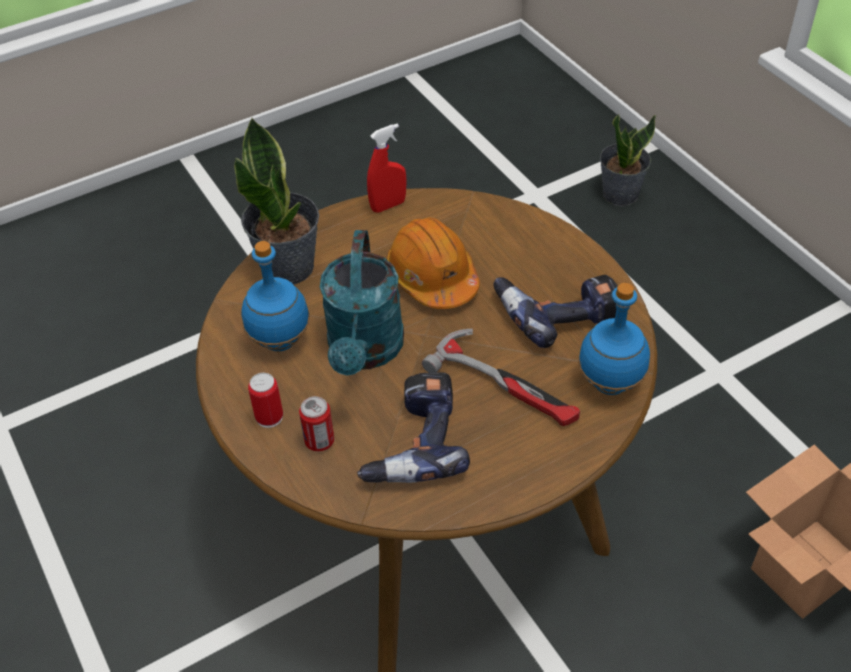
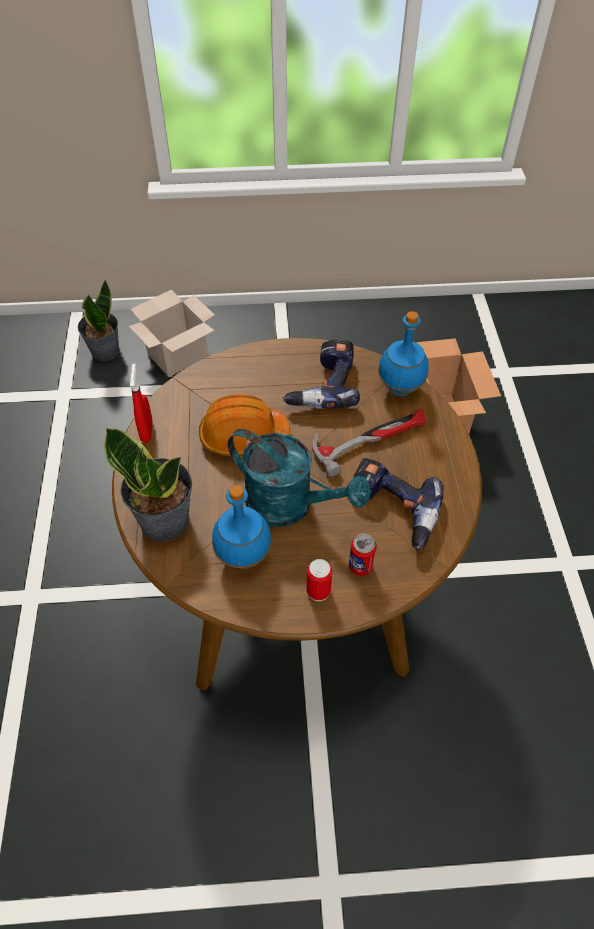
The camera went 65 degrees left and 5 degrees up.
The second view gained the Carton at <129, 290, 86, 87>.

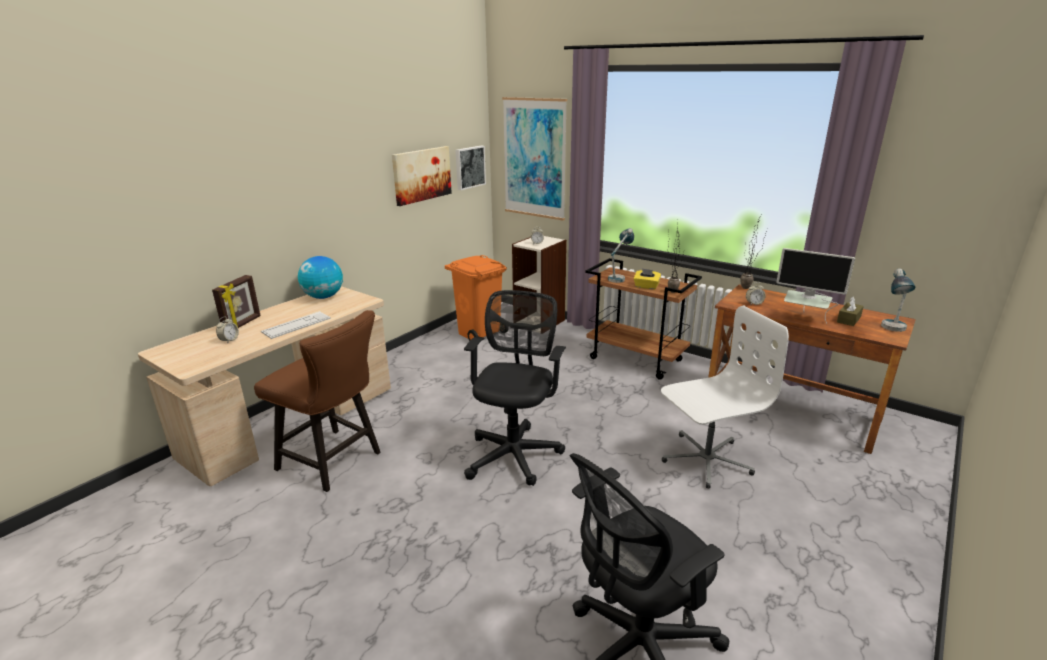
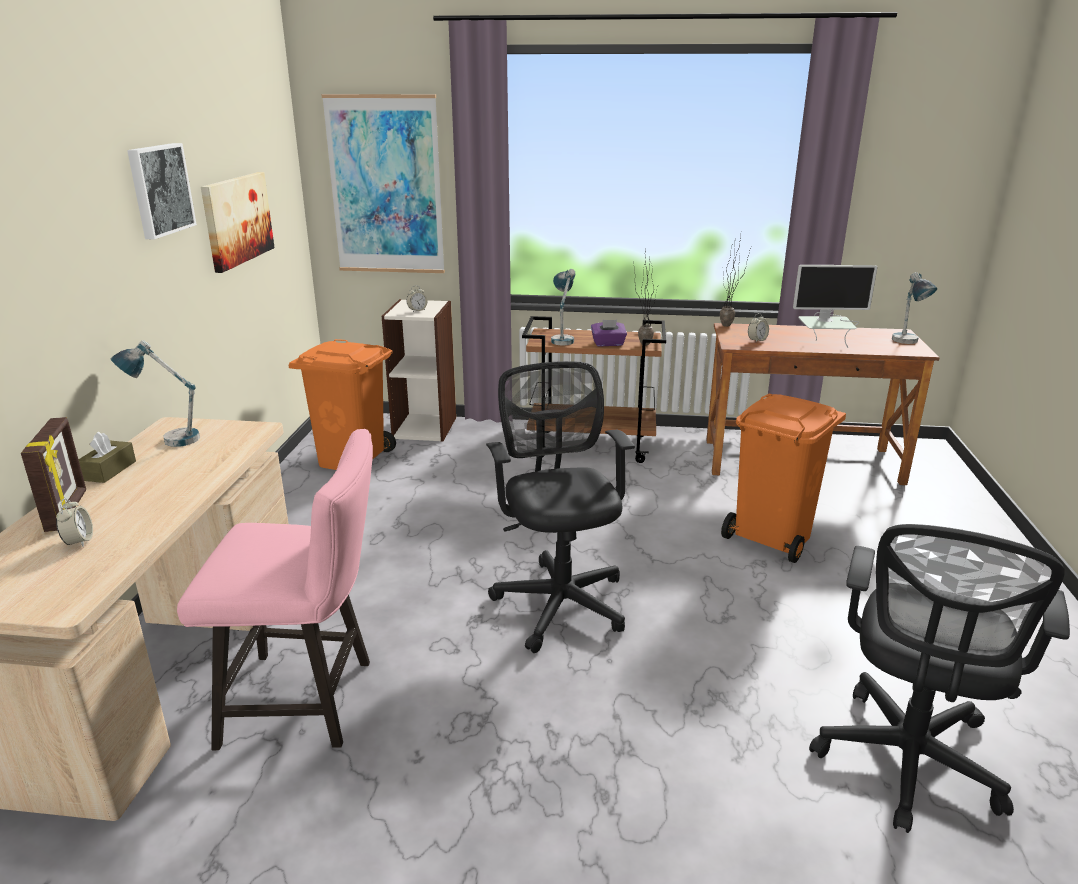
The camera went 30 degrees left and 0 degrees up.
The second view lost the PcKeyboard at <261, 311, 70, 28>.
The WallPicture ended up elsewhere, having gone from <455, 145, 31, 45> to <127, 143, 70, 96>.
The BrownBoxOfTissues ended up elsewhere, having gone from <837, 296, 27, 30> to <78, 432, 58, 51>.
Where the WorldGlobe stood at <298, 256, 45, 43>, the TableLamp came to stand at <110, 340, 90, 107>.
Where the WhitishDeskChair stood at <661, 305, 128, 184>, the OrangeWasteBin came to stand at <721, 393, 125, 170>.
What was the BrownChair at <254, 310, 127, 182> turned into the PinkishChair at <177, 429, 196, 321>.
What was the YellowishBoxOfTissues at <634, 268, 27, 22> turned into the PurpleBoxOfTissues at <591, 320, 36, 27>.

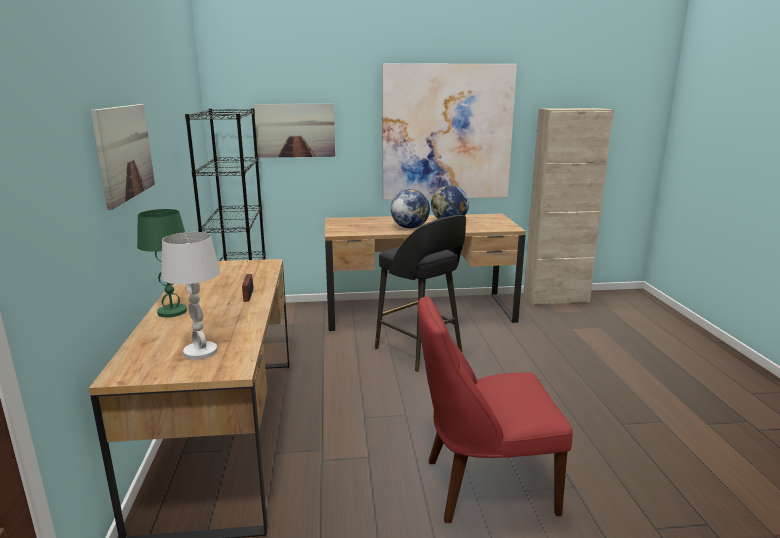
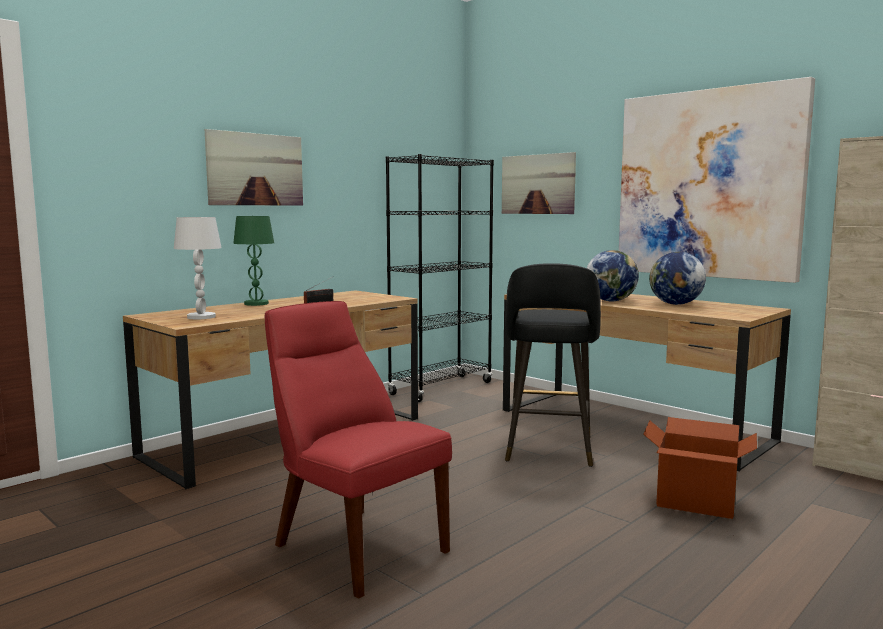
The camera went 50 degrees right and 10 degrees down.
The second view gained the Carton at <643, 417, 114, 102>.

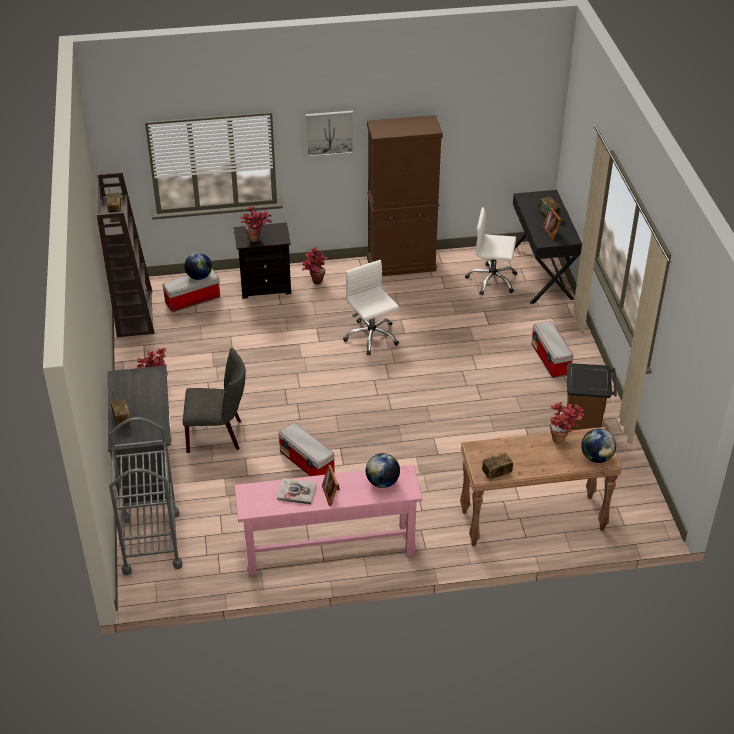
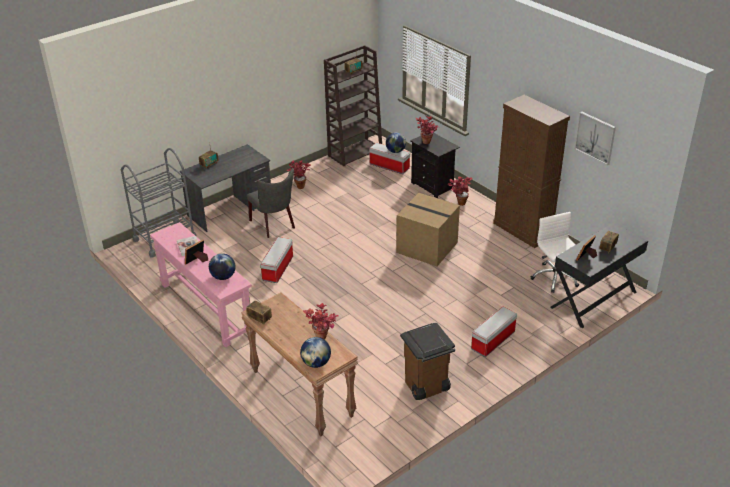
The camera went 60 degrees right and 5 degrees down.
The WallPicture ended up elsewhere, having gone from <305, 111, 49, 46> to <574, 111, 42, 54>.
Where the WhitishDeskChair stood at <343, 260, 56, 95>, the Carton came to stand at <396, 193, 64, 73>.

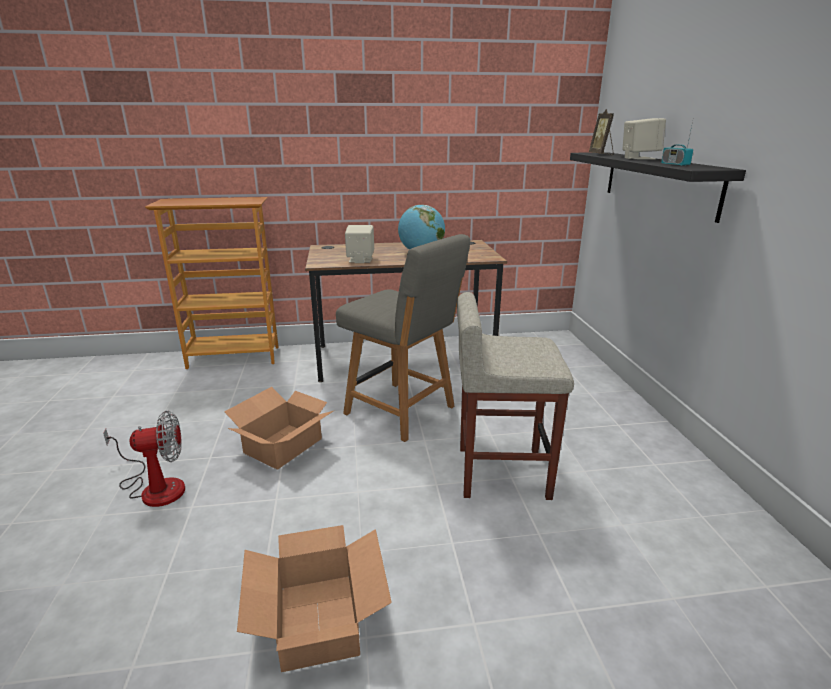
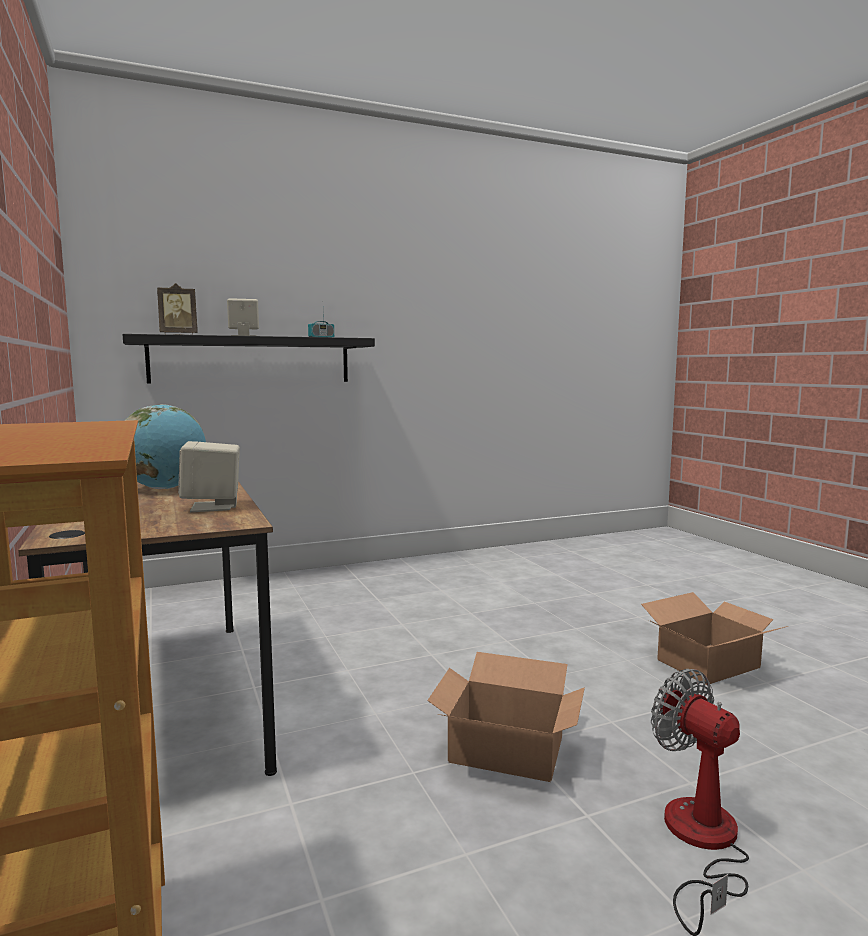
The camera went 105 degrees left and 15 degrees down.
The second view lost the GrayChair at <336, 234, 134, 208>.
The second view lost the BeigeSittingStool at <457, 292, 117, 208>.

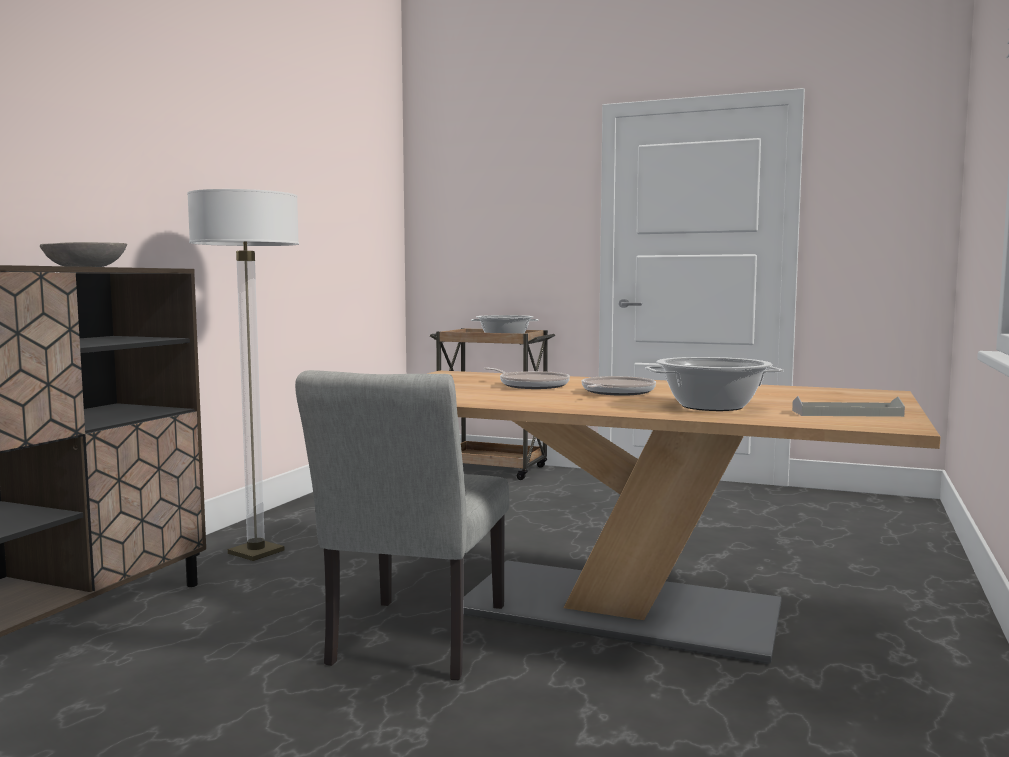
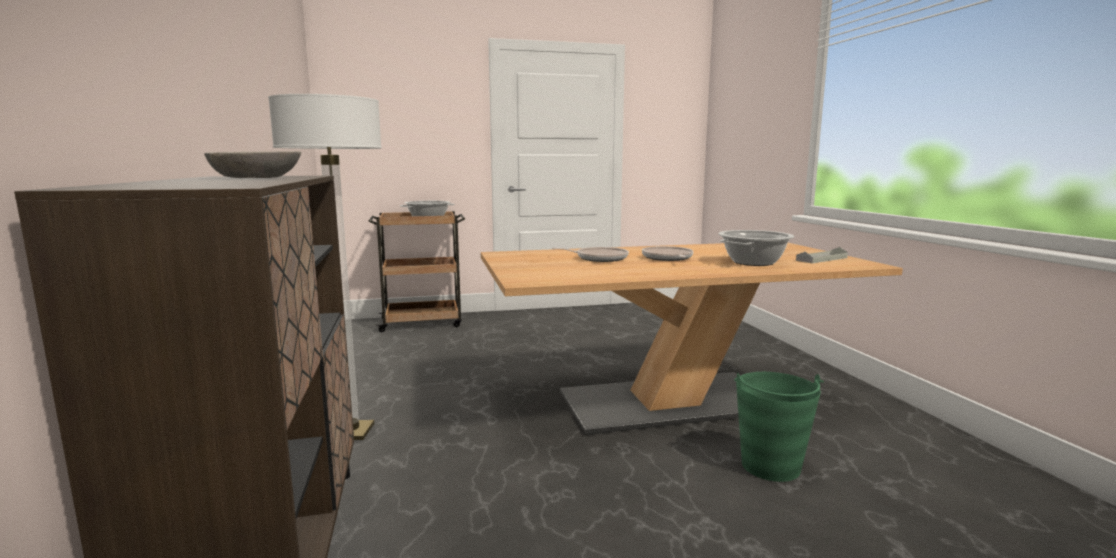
The camera went 35 degrees left and 5 degrees up.
The second view lost the GrayChair at <295, 370, 214, 310>.
The second view gained the GreenPail at <734, 372, 90, 110>.

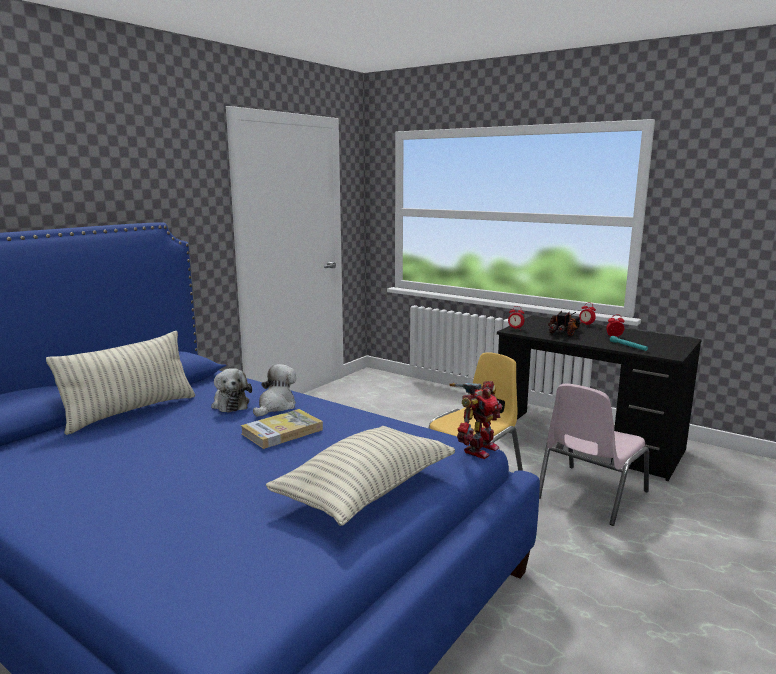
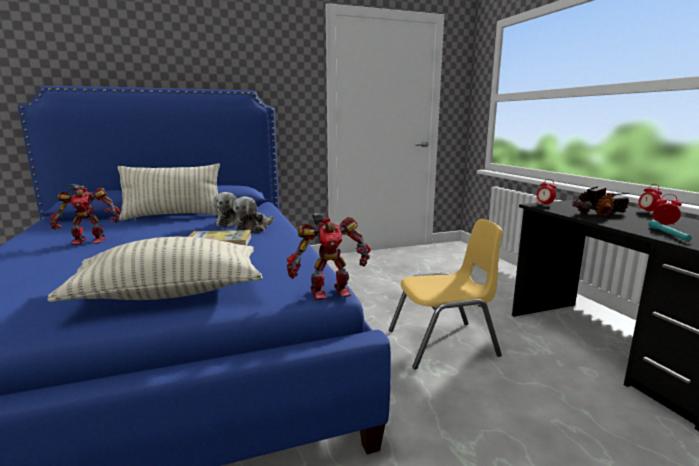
The camera went 35 degrees right and 0 degrees up.
The second view lost the PinkishChair at <539, 384, 110, 142>.
The second view gained the RobotFigure at <50, 184, 71, 61>.
The CuddlyToy at <253, 364, 43, 53> ended up facing another way, 150 degrees clockwise from before.

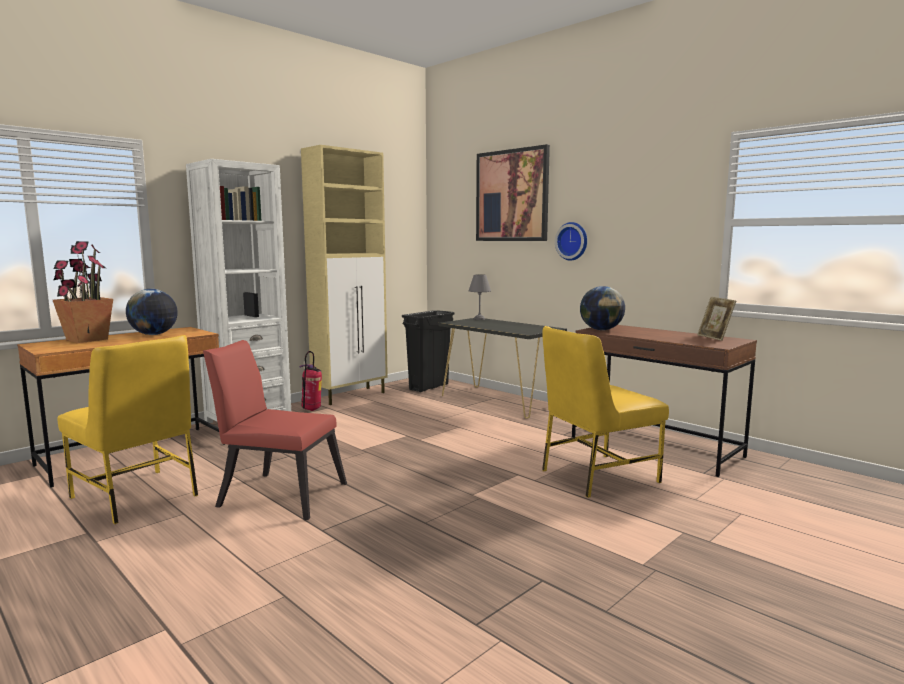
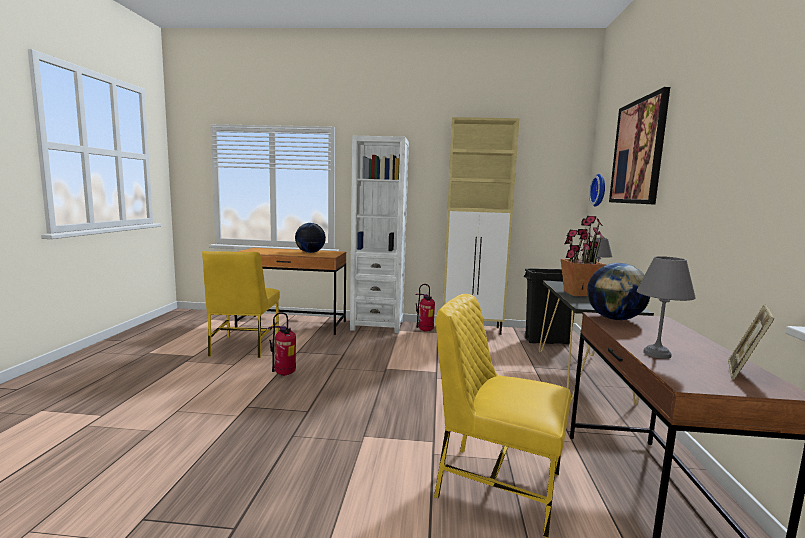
The camera went 50 degrees right and 0 degrees up.
The second view gained the GrayTableLamp at <637, 256, 59, 103>.
The Houseplant ended up elsewhere, having gone from <53, 241, 60, 102> to <561, 216, 45, 80>.
The WallClock ended up elsewhere, having gone from <555, 222, 32, 39> to <589, 174, 16, 33>.
Where the RedColouredChair stood at <203, 340, 144, 180>, the FireFightingCylinder came to stand at <268, 312, 28, 64>.

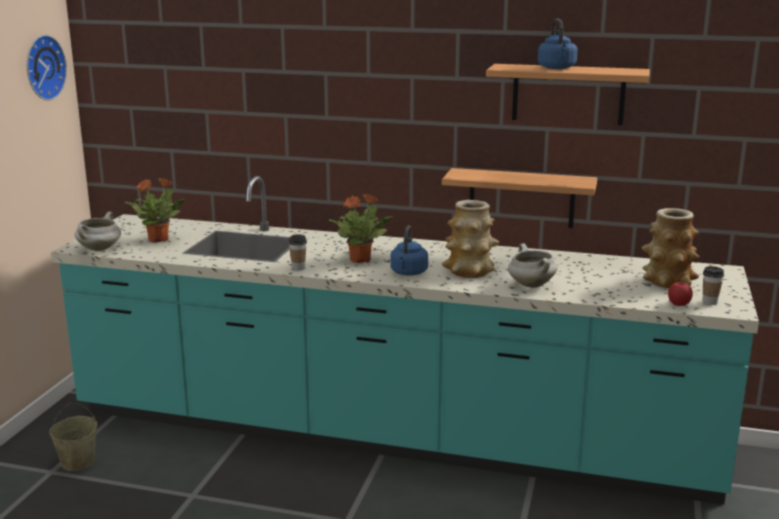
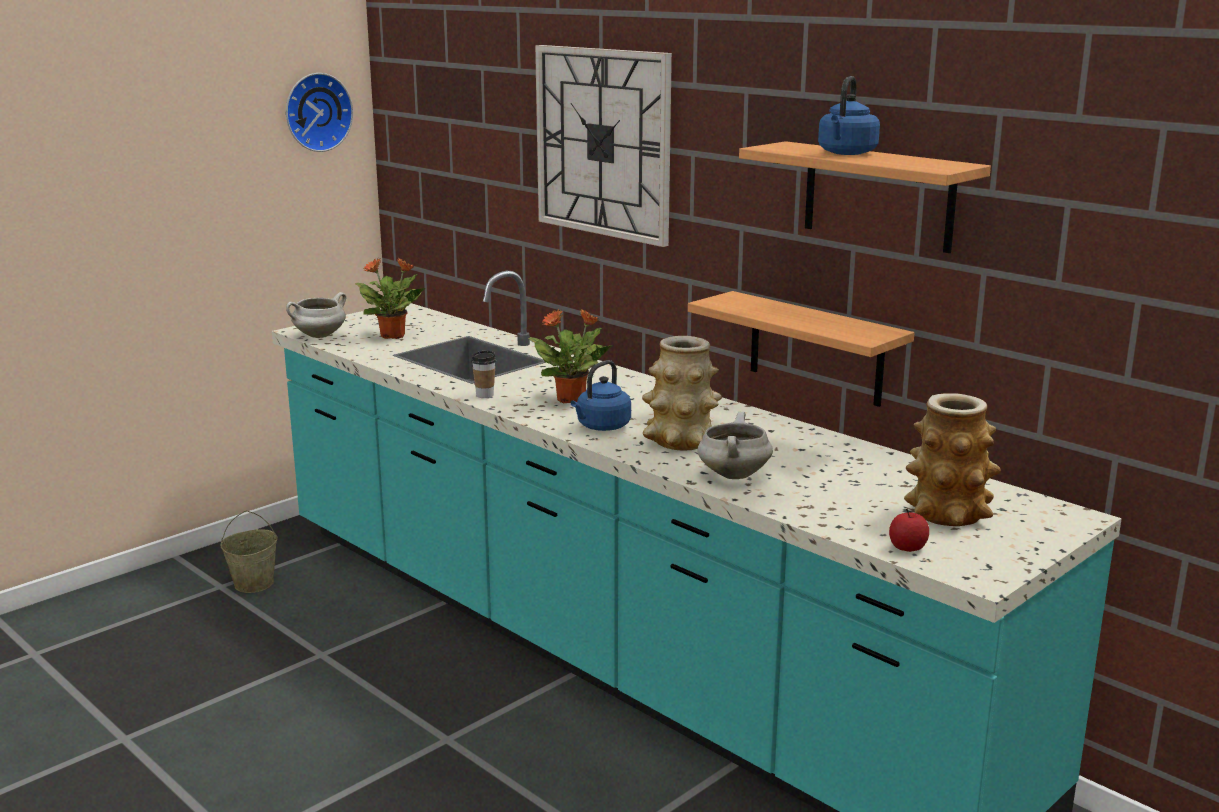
The camera went 30 degrees right and 0 degrees up.
The second view lost the DrinkingCup at <703, 266, 21, 39>.
The second view gained the WallClock at <535, 45, 137, 202>.

